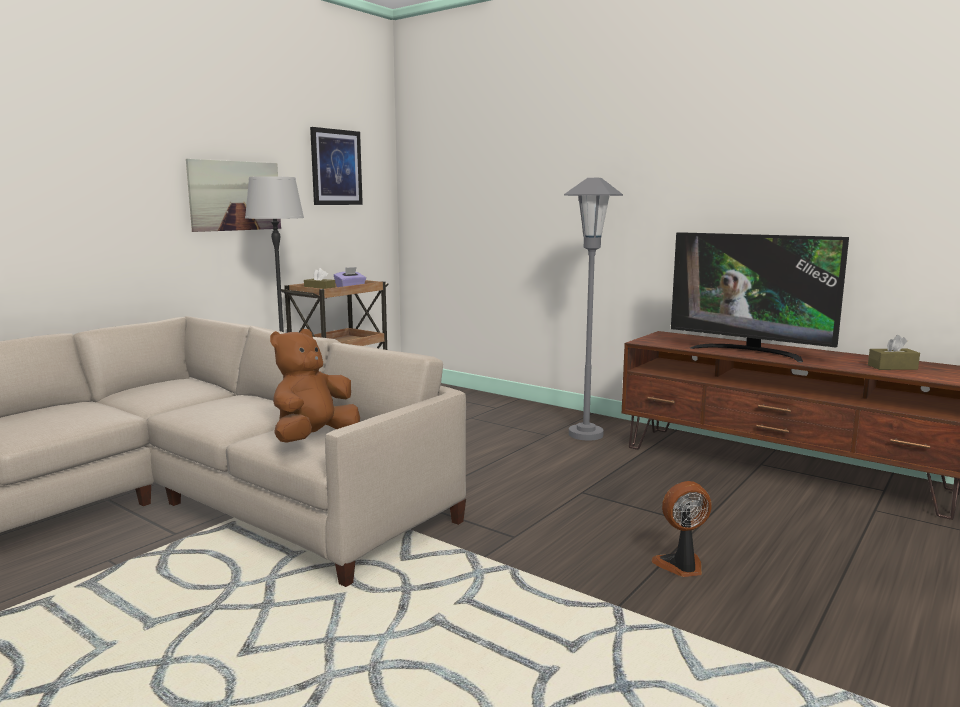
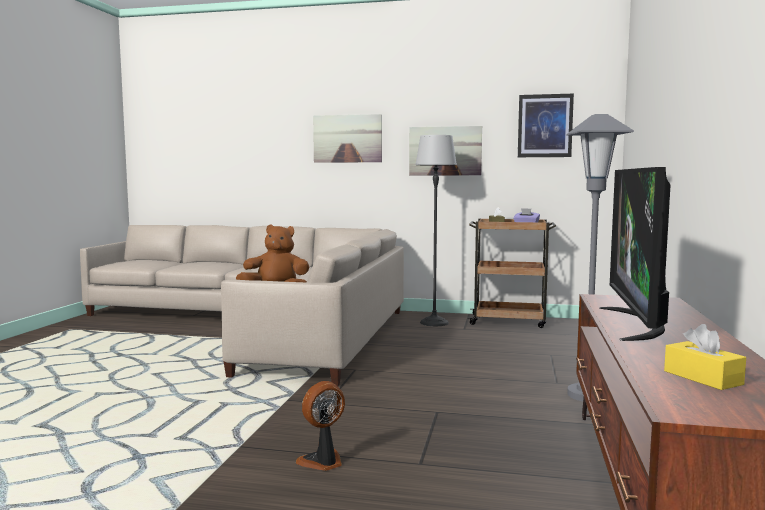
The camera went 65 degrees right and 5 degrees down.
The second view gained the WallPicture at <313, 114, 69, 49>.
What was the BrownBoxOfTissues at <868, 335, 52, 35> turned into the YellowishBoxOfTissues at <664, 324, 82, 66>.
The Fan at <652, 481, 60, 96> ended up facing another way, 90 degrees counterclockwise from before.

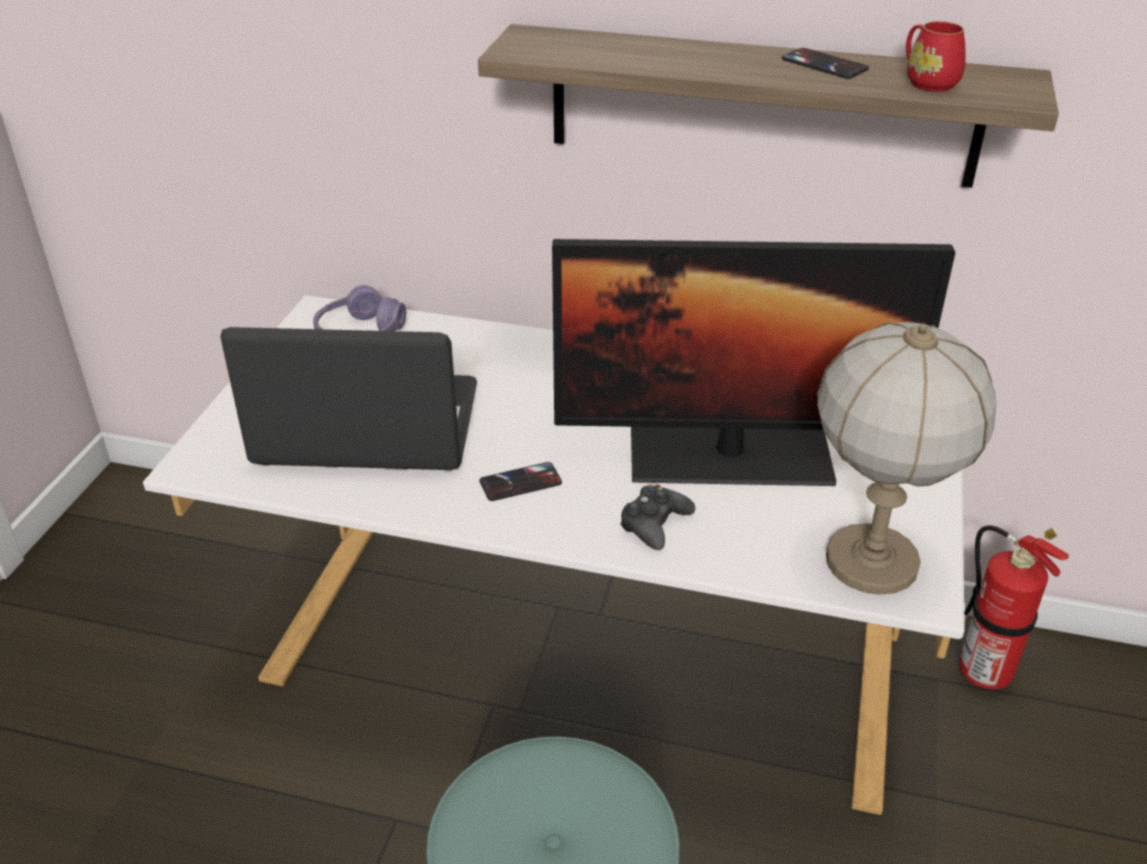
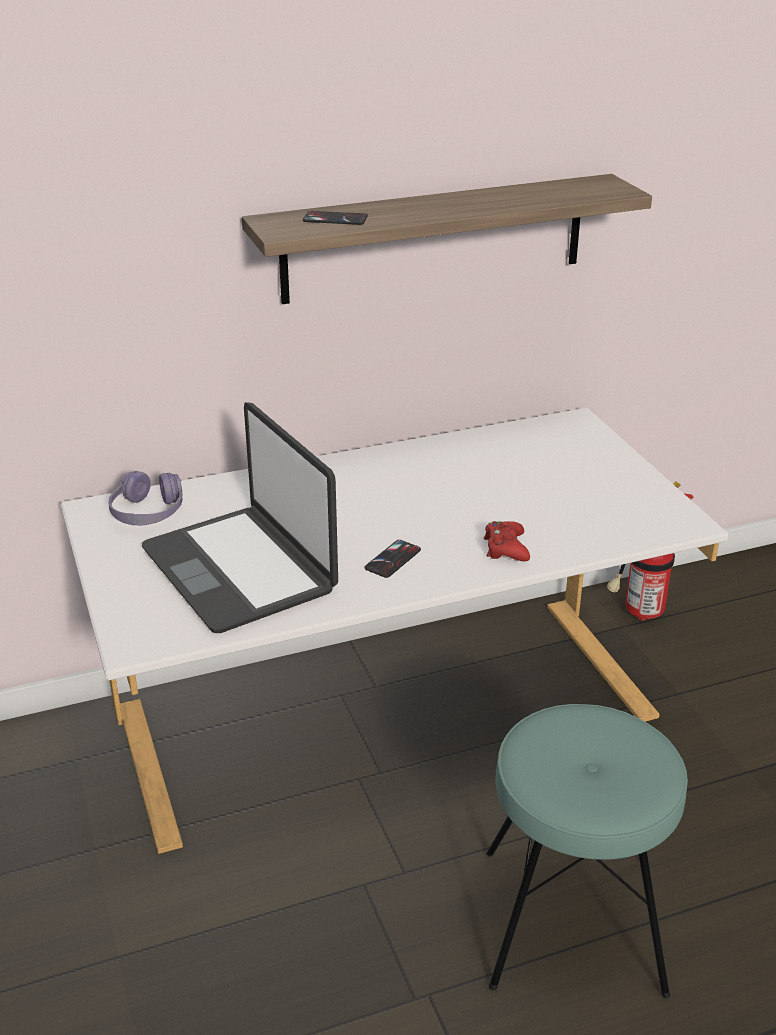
The camera went 35 degrees left and 5 degrees down.
The second view lost the Monitor at <552, 239, 403, 247>.
The second view lost the TableLamp at <817, 322, 180, 273>.
The second view lost the RedColouredTeaMug at <906, 21, 60, 71>.
The Telephone ended up elsewhere, having gone from <782, 48, 87, 31> to <303, 211, 65, 14>.
What was the BlackJoypad at <620, 484, 75, 66> turned into the RedColouredJoypad at <484, 521, 46, 40>.
The NotebookComputer at <220, 327, 257, 143> ended up facing another way, 90 degrees counterclockwise from before.

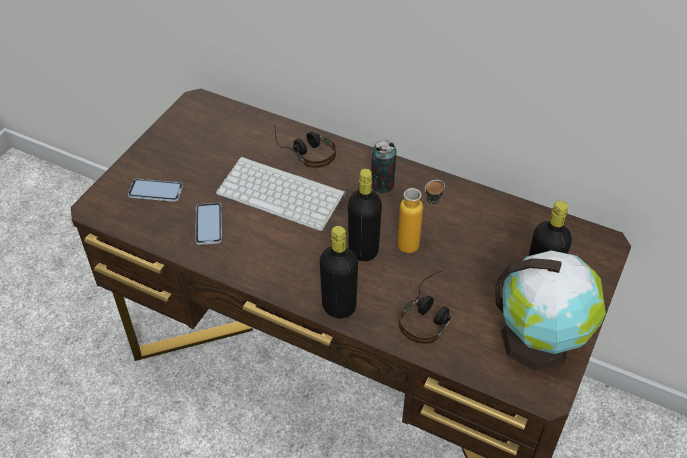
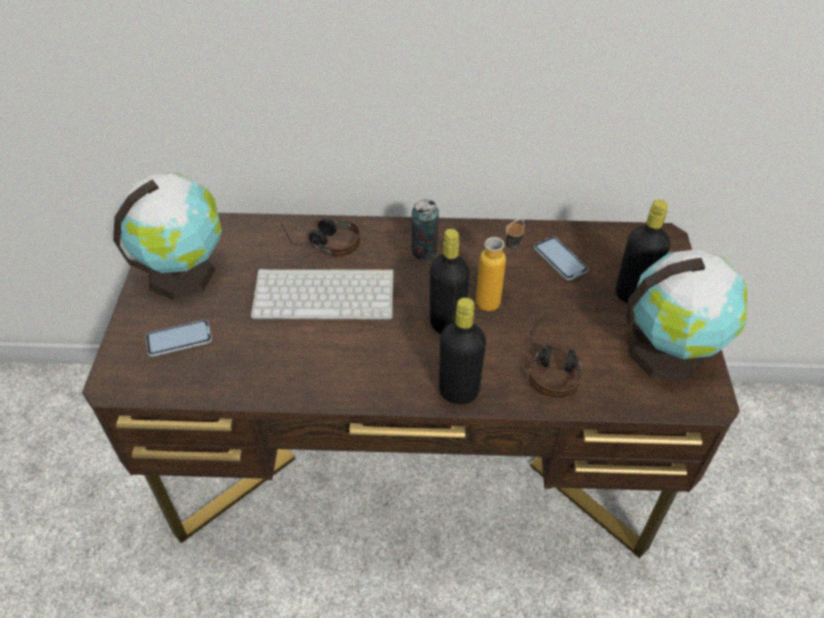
The camera went 25 degrees left and 0 degrees up.
The second view gained the WorldGlobe at <113, 173, 109, 127>.
The Telephone ended up elsewhere, having gone from <195, 203, 27, 42> to <534, 237, 54, 43>.

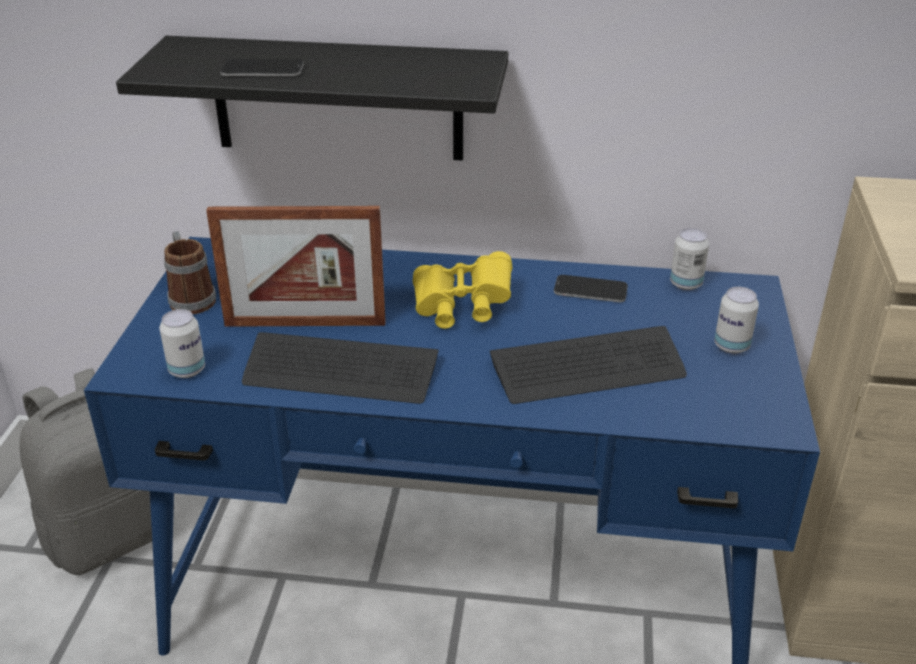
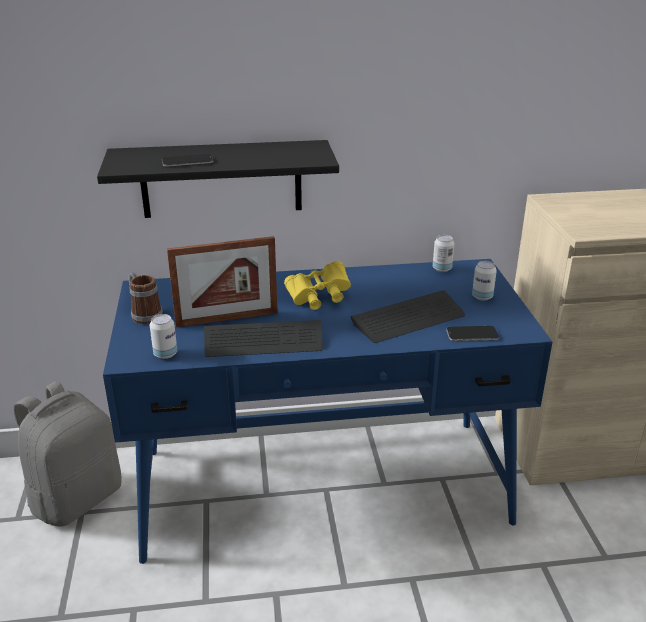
The camera went 15 degrees left and 5 degrees down.
The Telephone ended up elsewhere, having gone from <554, 275, 74, 27> to <446, 326, 53, 15>.

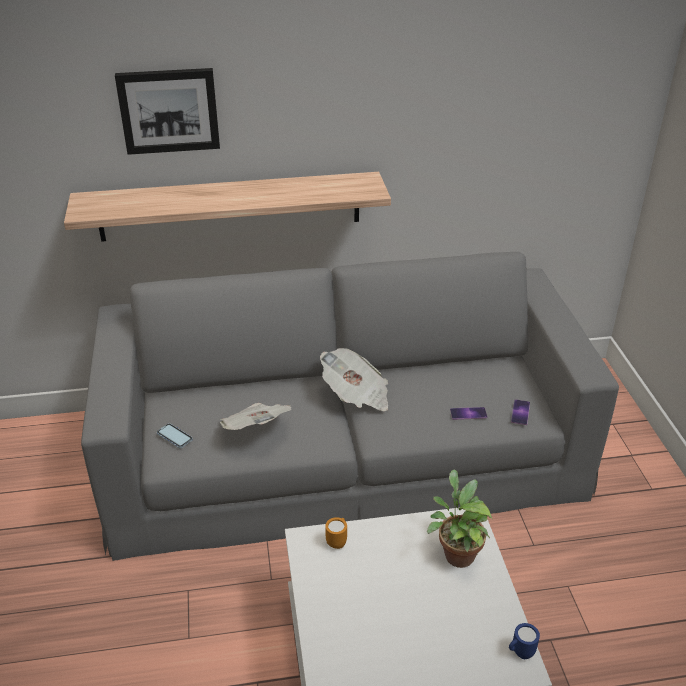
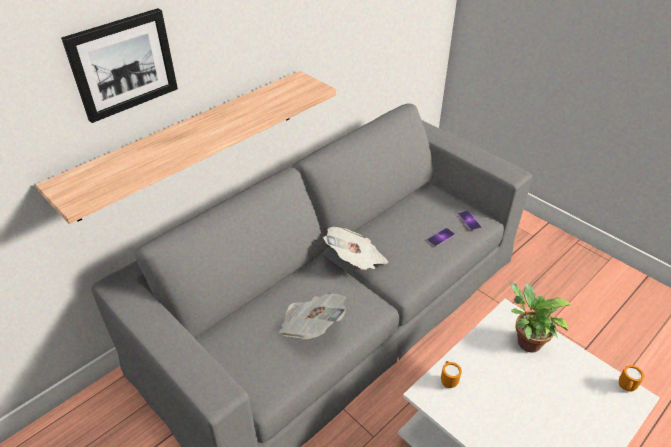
The camera went 35 degrees left and 5 degrees up.
The second view lost the Telephone at <157, 423, 36, 25>.
What was the BluishTeaMug at <509, 623, 31, 36> turned into the OrangeTeaMug at <619, 365, 25, 27>.

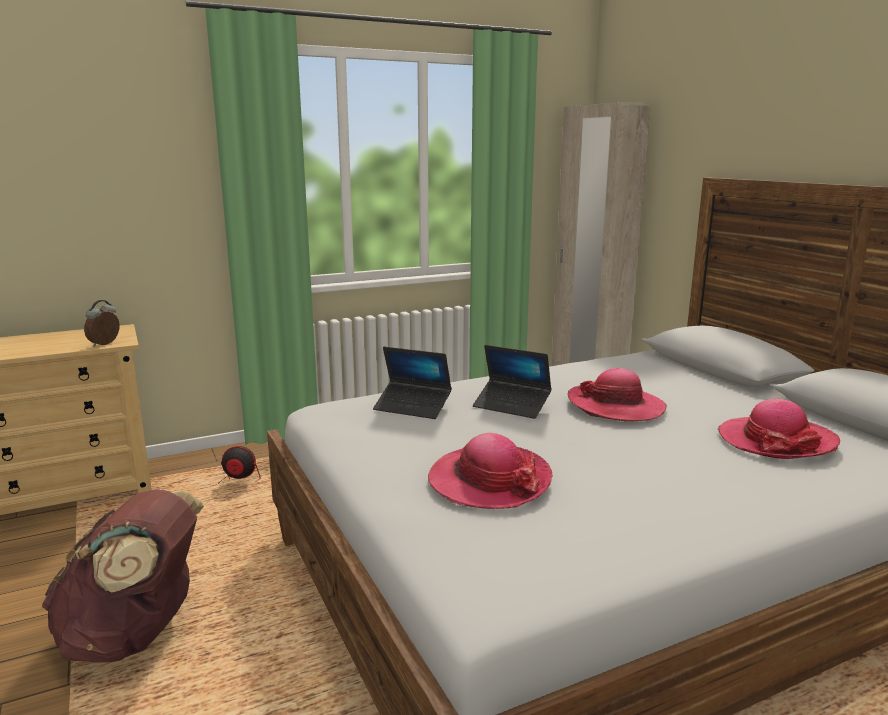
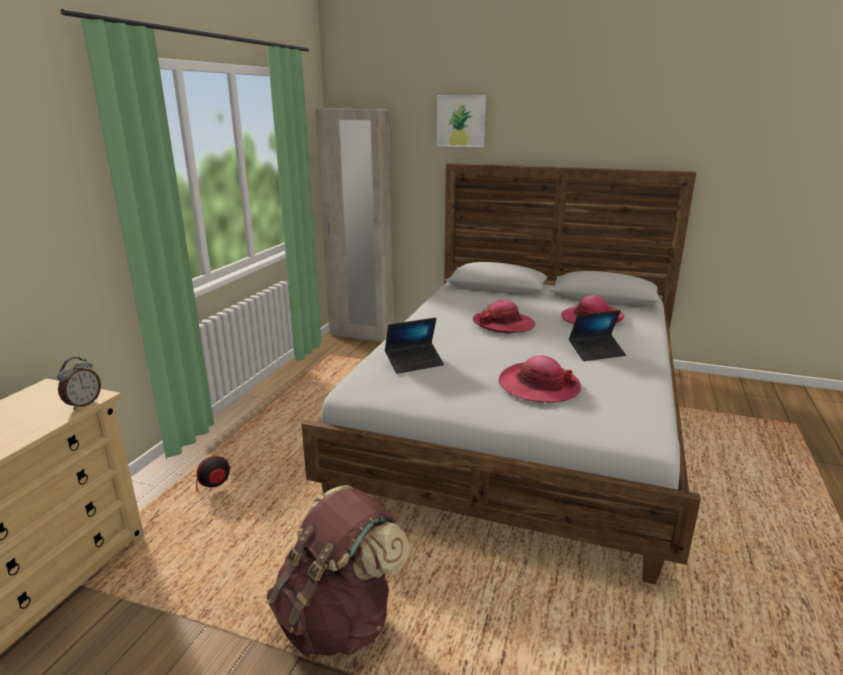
The camera went 45 degrees left and 5 degrees up.
The second view gained the WallPicture at <437, 95, 49, 53>.
The NotebookComputer ended up elsewhere, having gone from <473, 345, 79, 74> to <569, 310, 57, 51>.
The BedsideClock at <84, 300, 36, 47> ended up facing another way, 135 degrees counterclockwise from before.

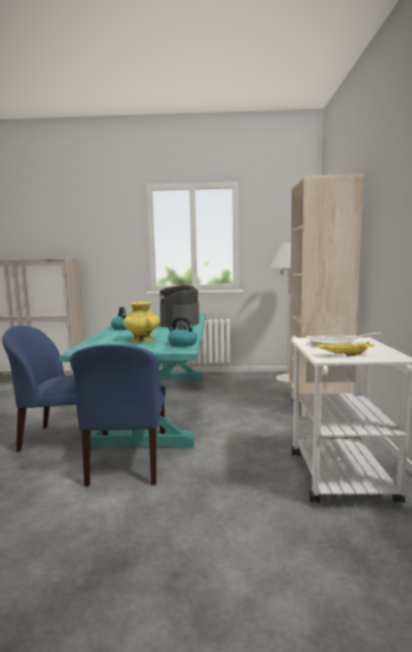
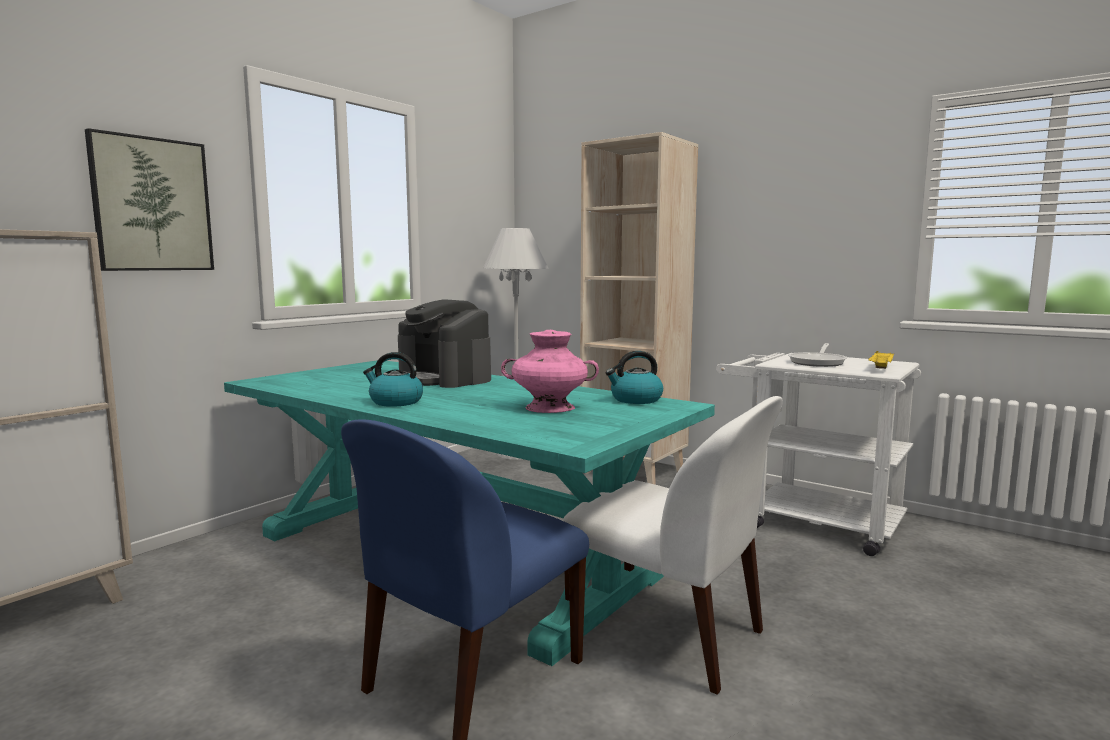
The camera went 55 degrees left and 0 degrees up.
The second view gained the WallPicture at <85, 128, 129, 143>.
What was the BluishChair at <70, 344, 96, 142> turned into the WhitishChair at <563, 396, 220, 299>.
What was the YellowishFlowerVase at <123, 301, 37, 41> turned into the PinkishFlowerVase at <501, 330, 98, 83>.

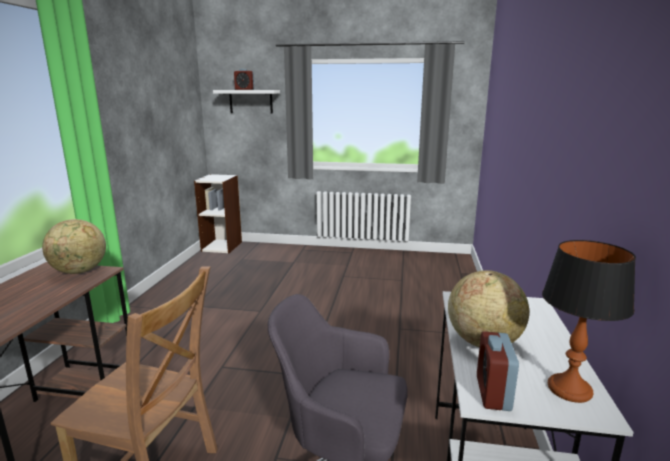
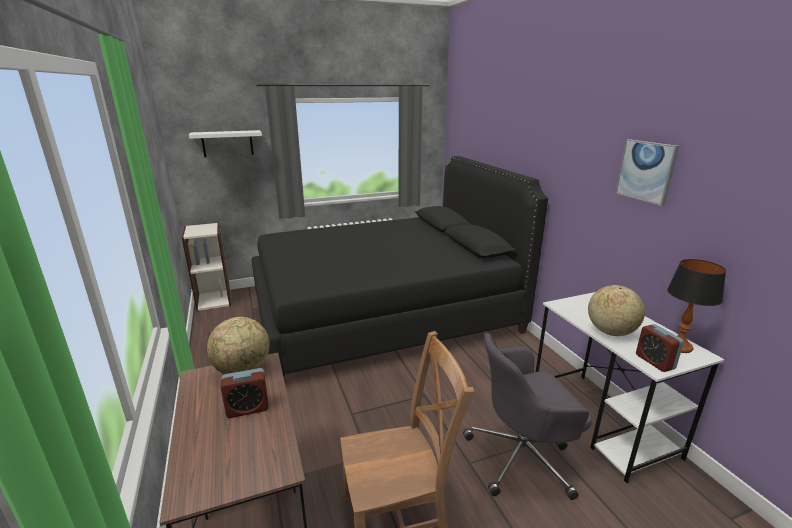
The camera went 30 degrees left and 5 degrees up.
The second view gained the BlackBedroomBed at <251, 156, 297, 220>.
The second view gained the WallPicture at <615, 139, 64, 67>.
The BedsideClock ended up elsewhere, having gone from <234, 69, 20, 21> to <221, 368, 48, 50>.

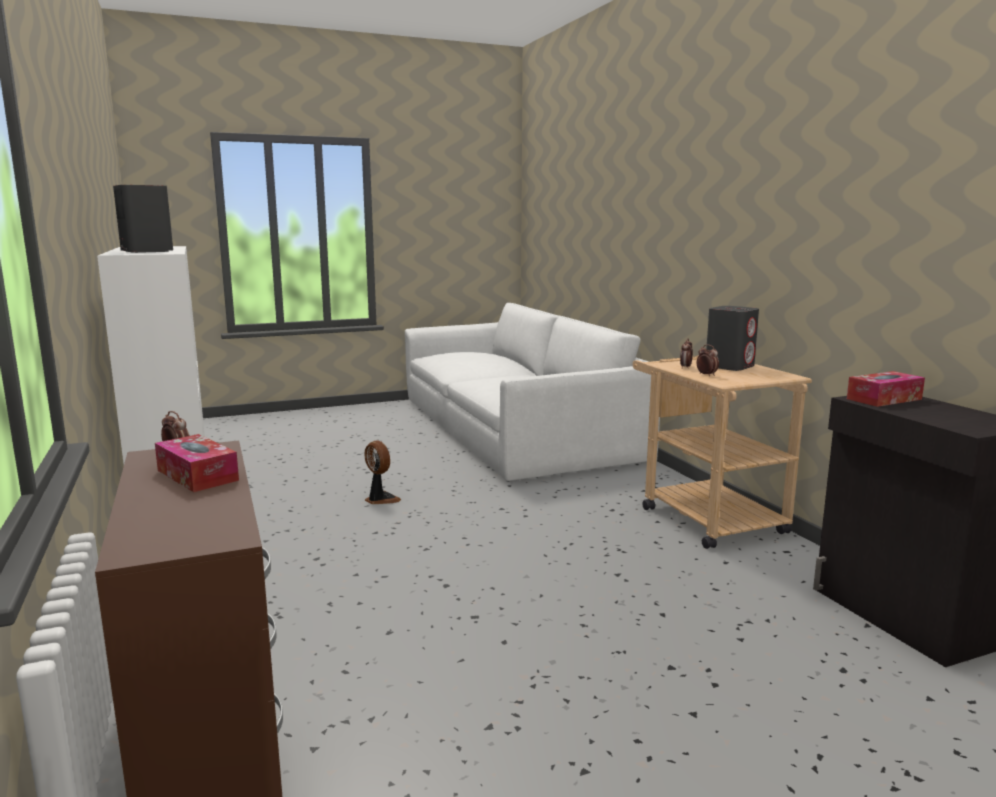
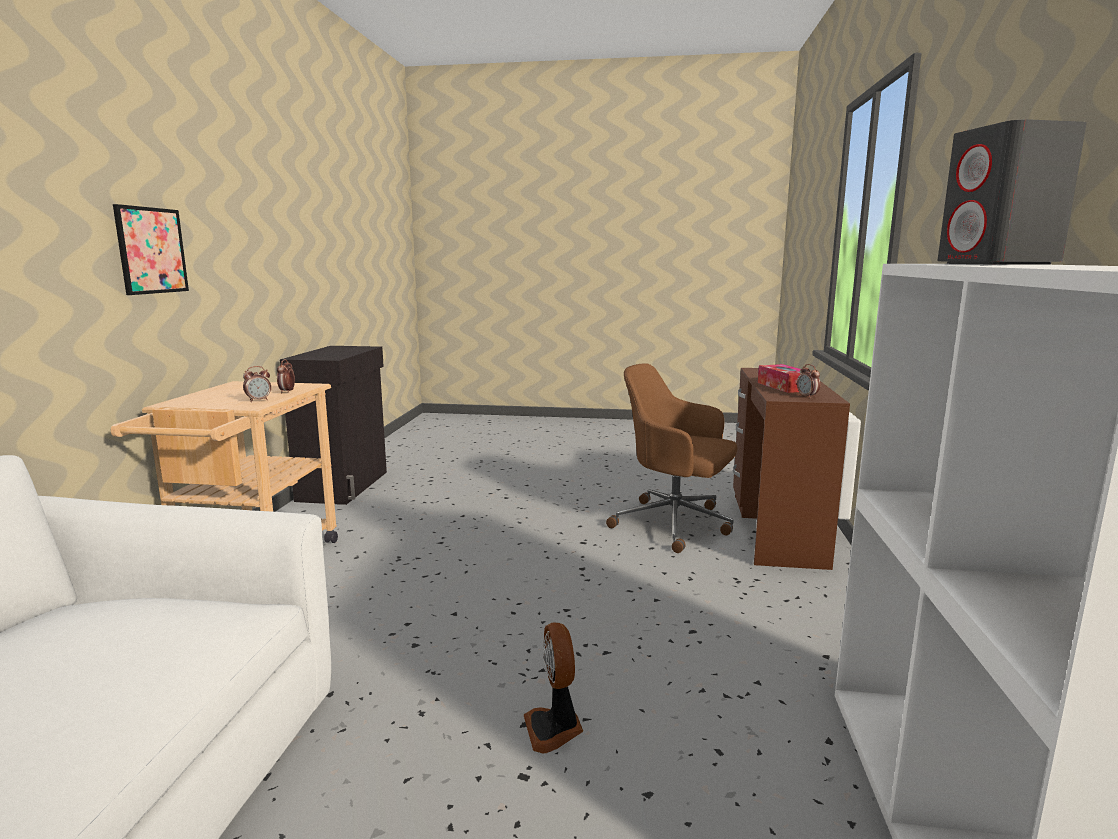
The camera went 150 degrees left and 0 degrees up.
The second view lost the GrayAudioSpeaker at <706, 306, 53, 65>.
The second view lost the BoxOfTissues at <847, 371, 78, 36>.
The second view gained the WallPicture at <113, 204, 76, 91>.
The second view gained the BrownDeskChair at <606, 364, 132, 189>.

